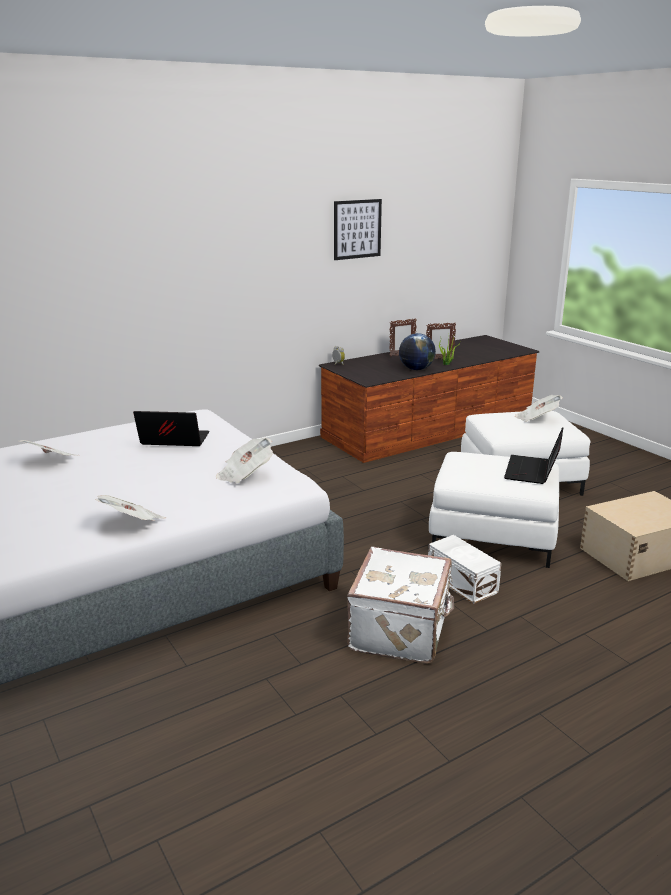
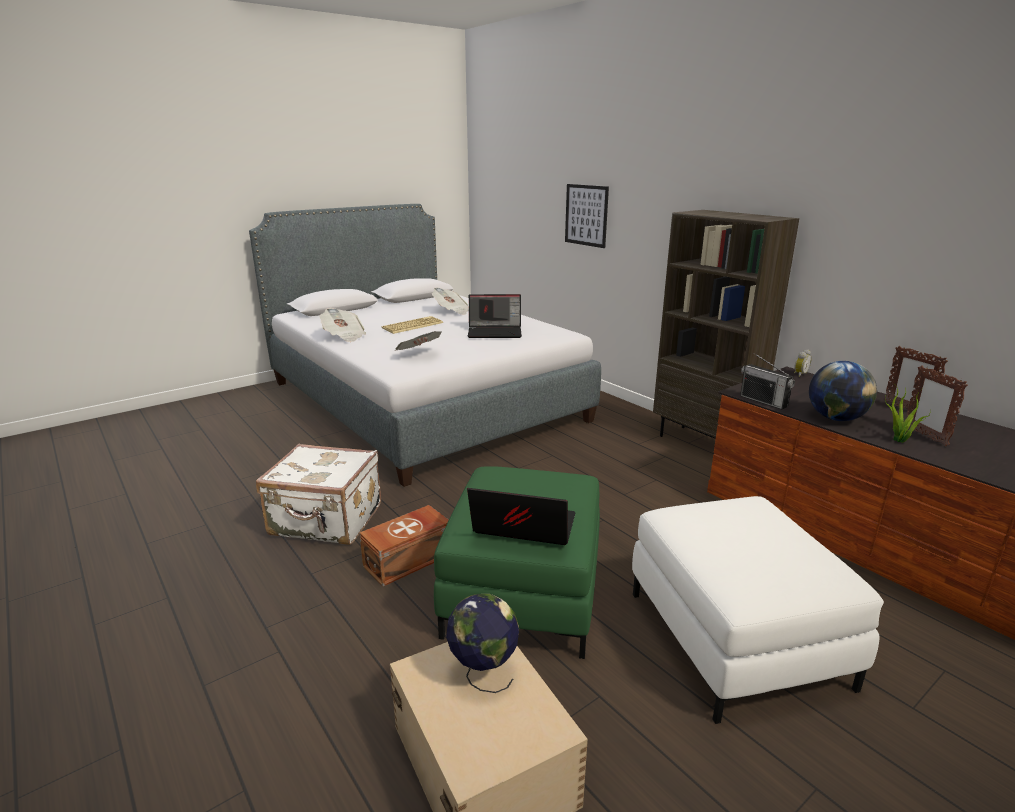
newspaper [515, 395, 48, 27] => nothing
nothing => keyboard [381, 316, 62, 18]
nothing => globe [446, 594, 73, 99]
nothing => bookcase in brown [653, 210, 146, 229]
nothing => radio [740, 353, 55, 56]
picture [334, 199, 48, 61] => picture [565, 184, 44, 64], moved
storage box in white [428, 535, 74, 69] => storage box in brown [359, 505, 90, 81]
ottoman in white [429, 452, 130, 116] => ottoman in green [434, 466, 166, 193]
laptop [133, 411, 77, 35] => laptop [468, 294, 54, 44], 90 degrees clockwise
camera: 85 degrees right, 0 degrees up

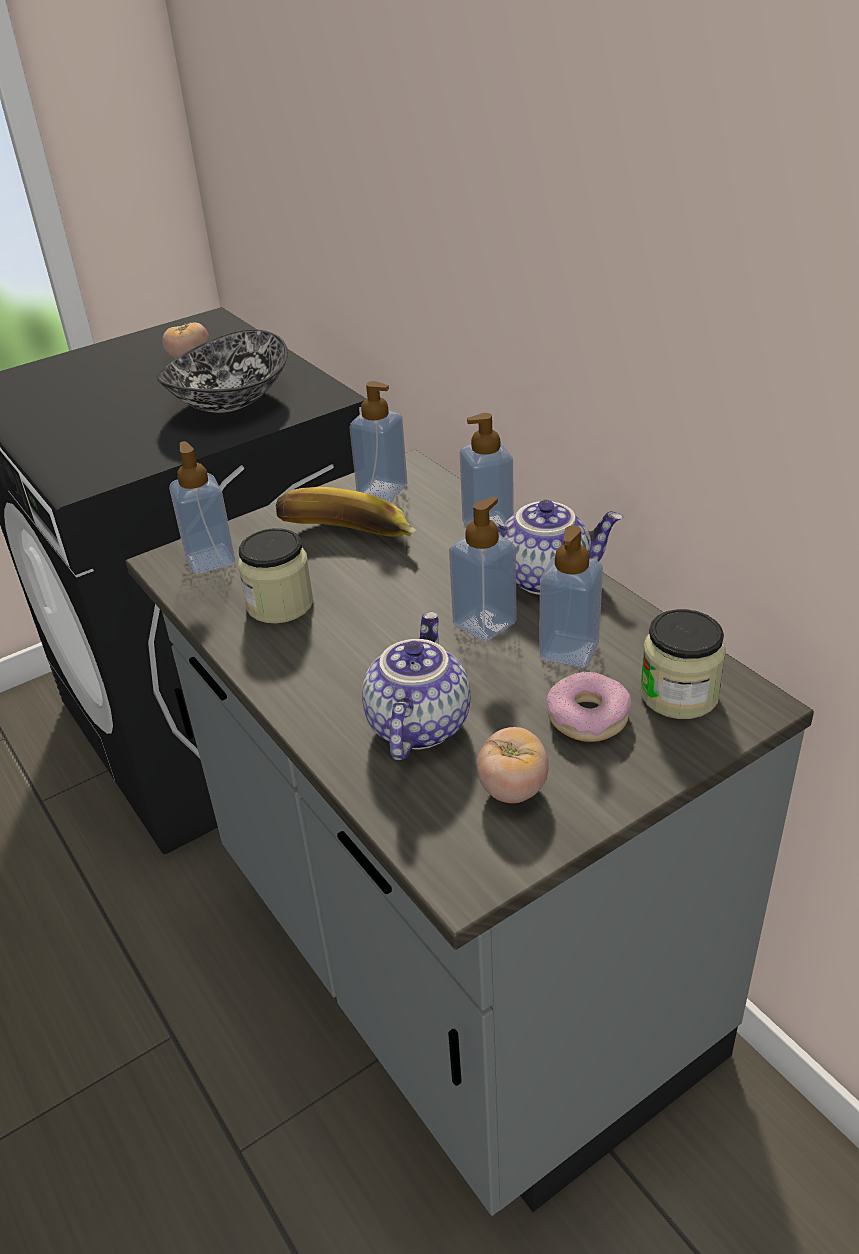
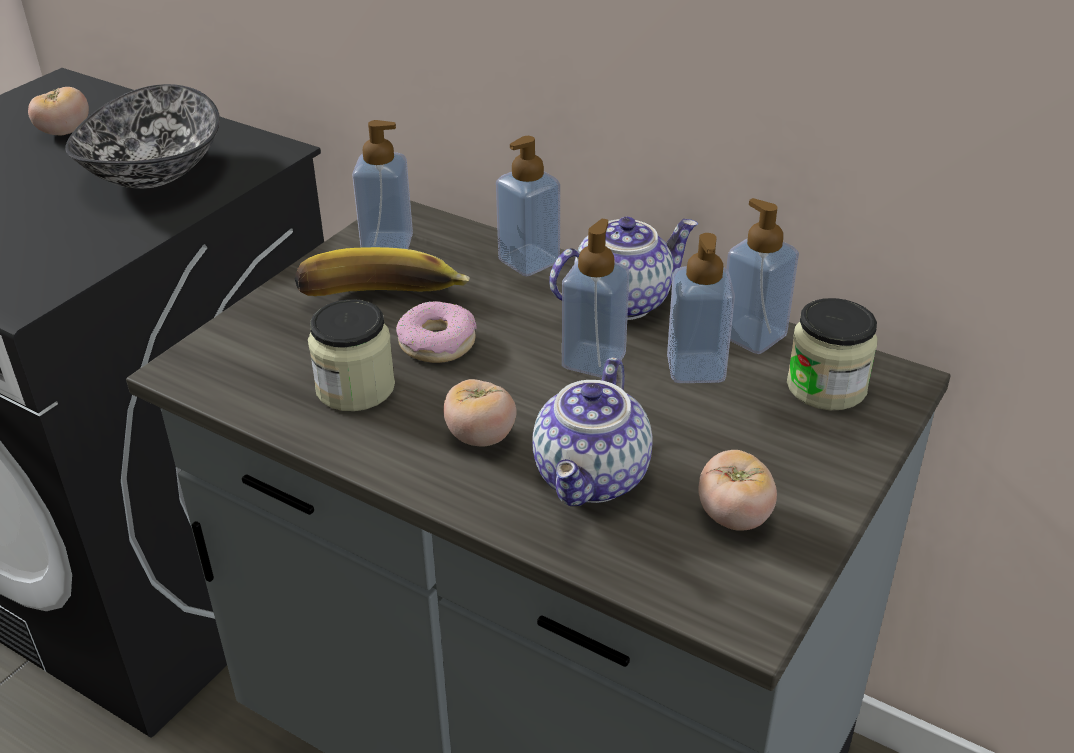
nothing => tomato [443, 379, 74, 67]
soap dispenser [169, 441, 67, 133] => soap dispenser [726, 198, 73, 156], moved
donut [547, 672, 84, 70] => donut [396, 301, 80, 62], moved
teapot [362, 612, 108, 149] => teapot [533, 357, 120, 149], 150 degrees counterclockwise
camera: 25 degrees left, 0 degrees up

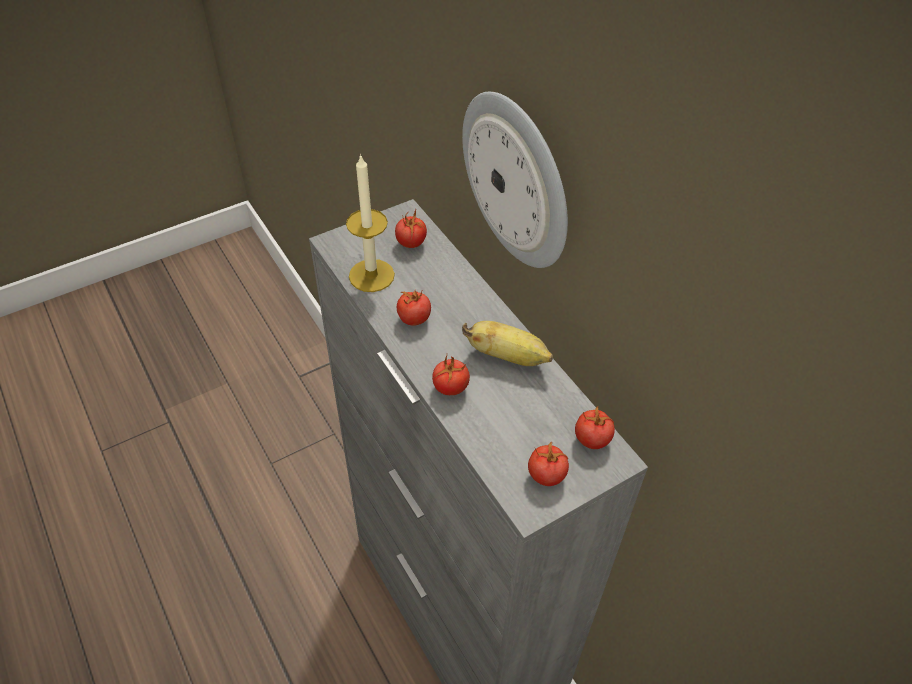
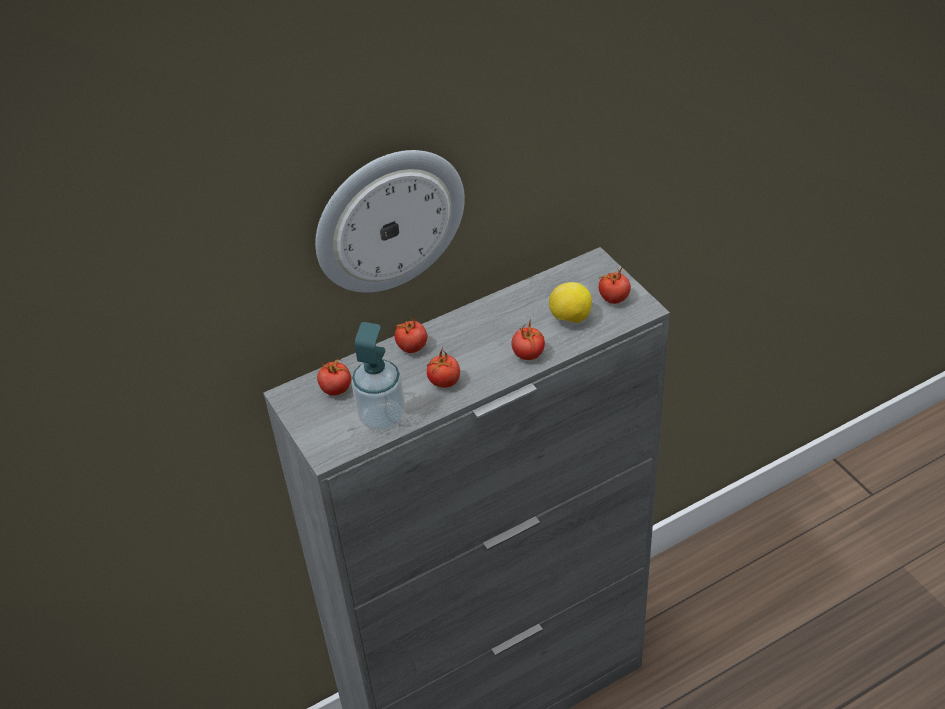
banana [462, 321, 91, 45] => nothing
nothing => lemon [549, 282, 43, 41]
tomato [575, 406, 40, 43] => tomato [394, 315, 33, 38], moved
candle [346, 154, 49, 138] => soap dispenser [352, 322, 53, 109]
camera: 85 degrees left, 5 degrees down

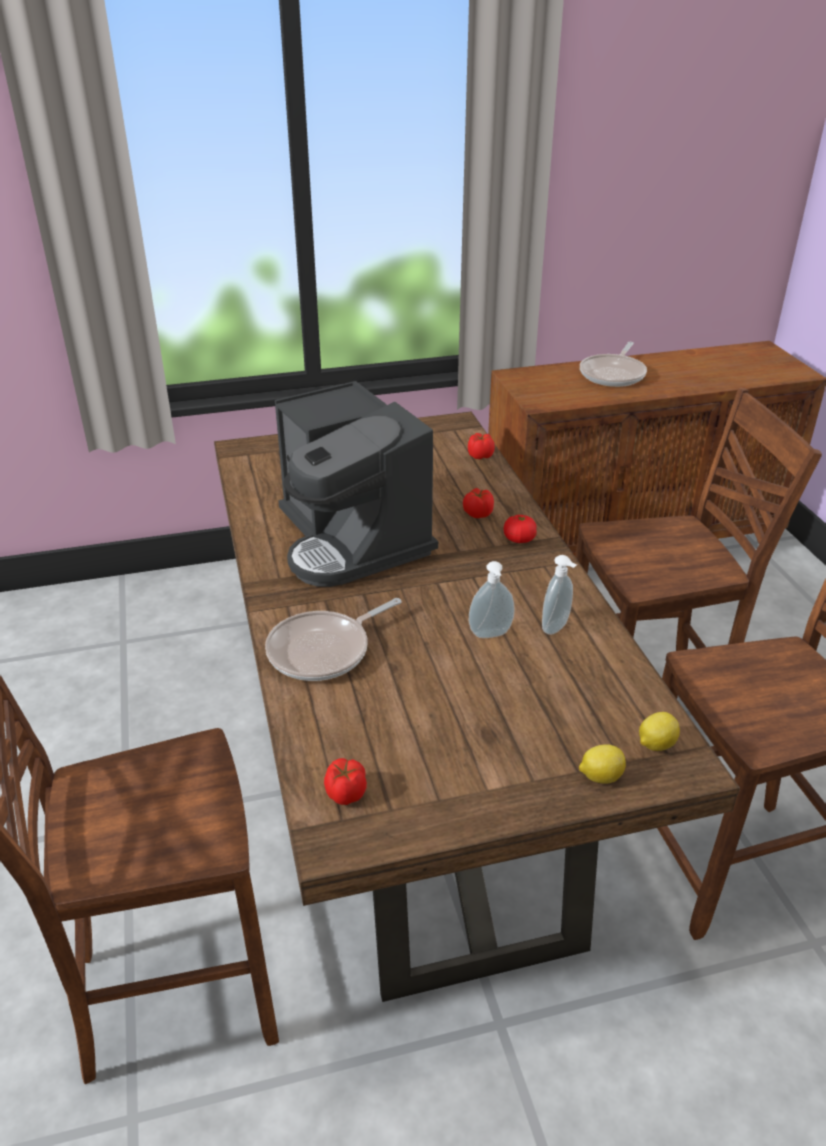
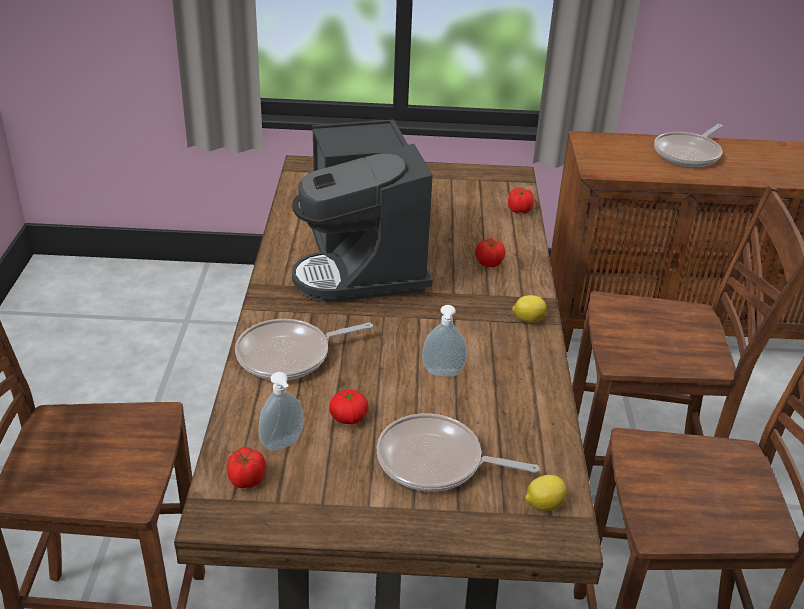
nothing => frying pan [377, 413, 163, 79]
tomato [503, 515, 34, 28] => tomato [329, 389, 39, 35], moved
soap dispenser [542, 555, 35, 80] => soap dispenser [258, 372, 45, 79], moved
lemon [579, 744, 47, 40] => lemon [512, 295, 35, 28], moved
camera: 15 degrees right, 0 degrees up

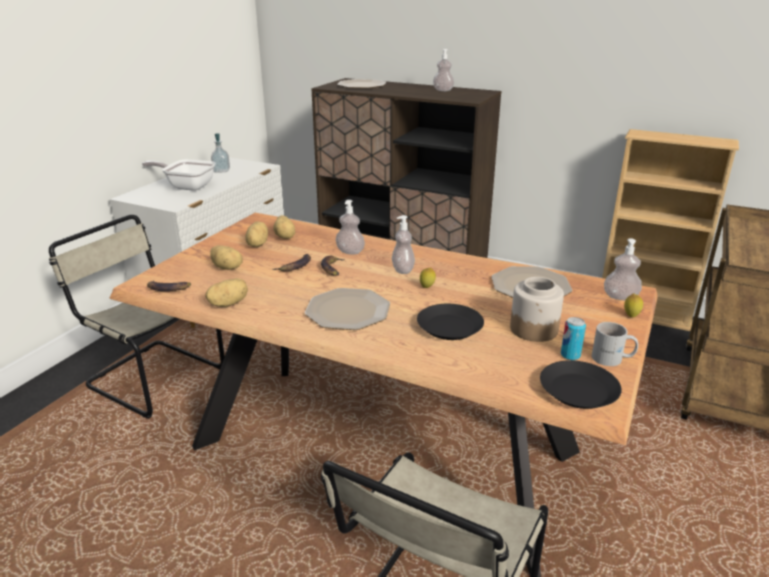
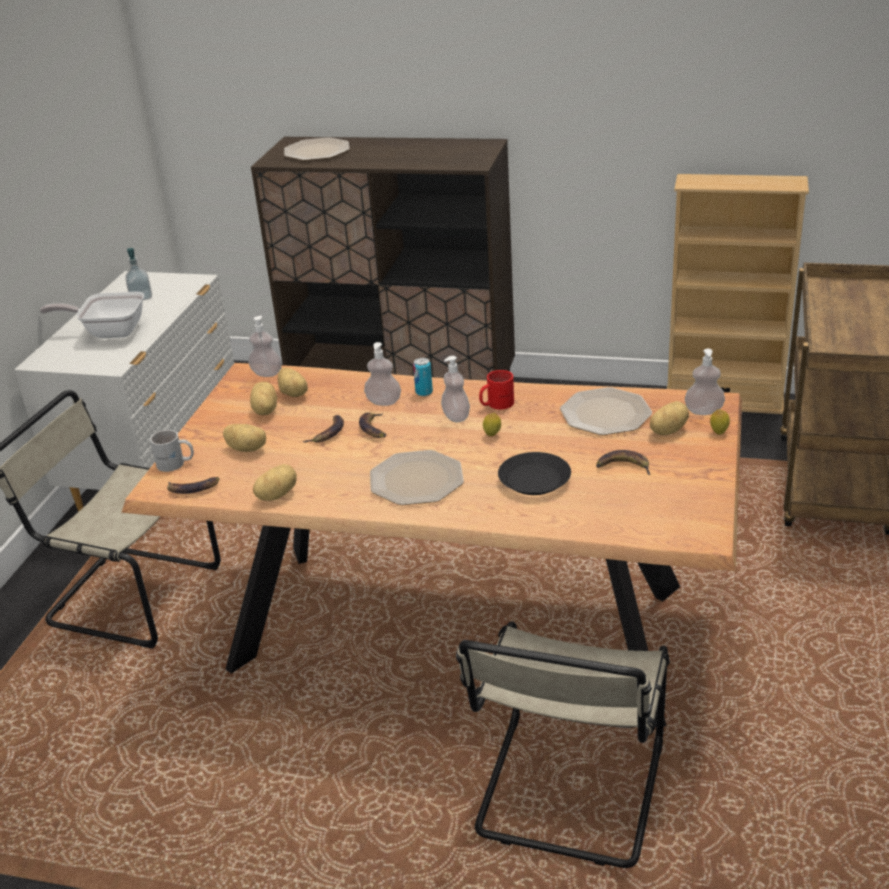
plate in black [540, 360, 82, 49] => nothing
nothing => mug in red [479, 370, 35, 40]
nothing => potato [650, 401, 39, 34]
soap dispenser [433, 49, 21, 42] => soap dispenser [248, 316, 34, 61], moved
can [561, 317, 25, 43] => can [413, 358, 20, 38], moved
mug in white [592, 322, 46, 44] => mug in white [150, 430, 44, 42], moved
jar [510, 277, 54, 65] => banana [596, 450, 54, 25]
camera: 10 degrees left, 5 degrees up

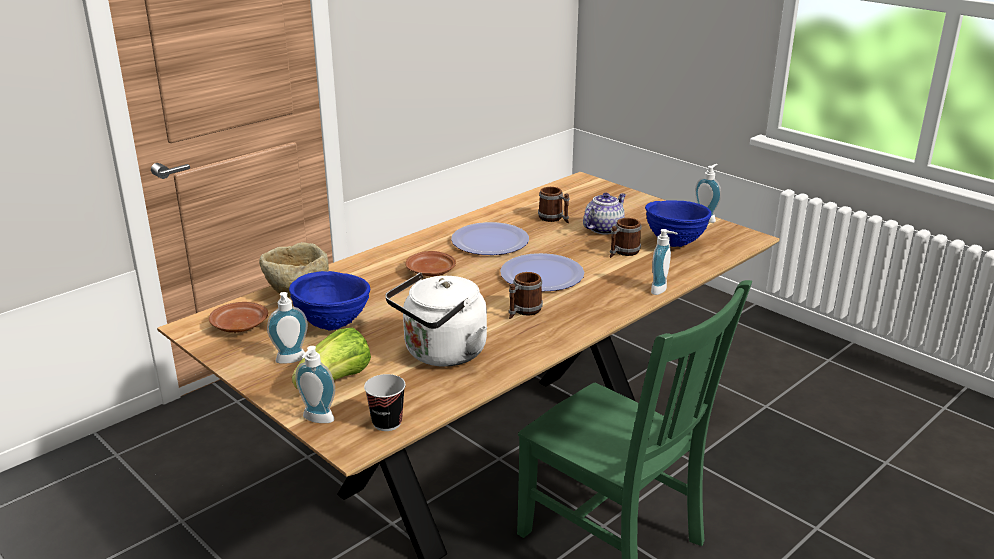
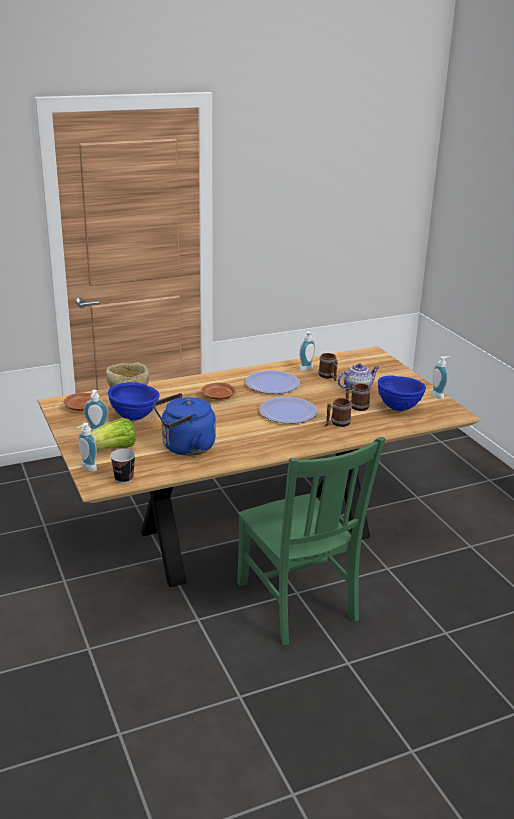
mug [509, 272, 34, 47] => mug [325, 398, 27, 29], moved
soap dispenser [651, 229, 27, 66] => soap dispenser [299, 332, 16, 39], moved
kettle in white [385, 273, 102, 94] => kettle in blue [153, 393, 63, 63]
camera: 20 degrees right, 0 degrees up

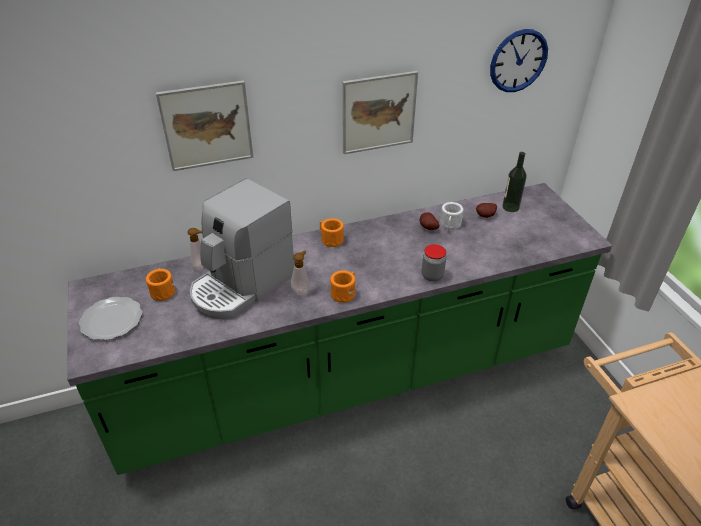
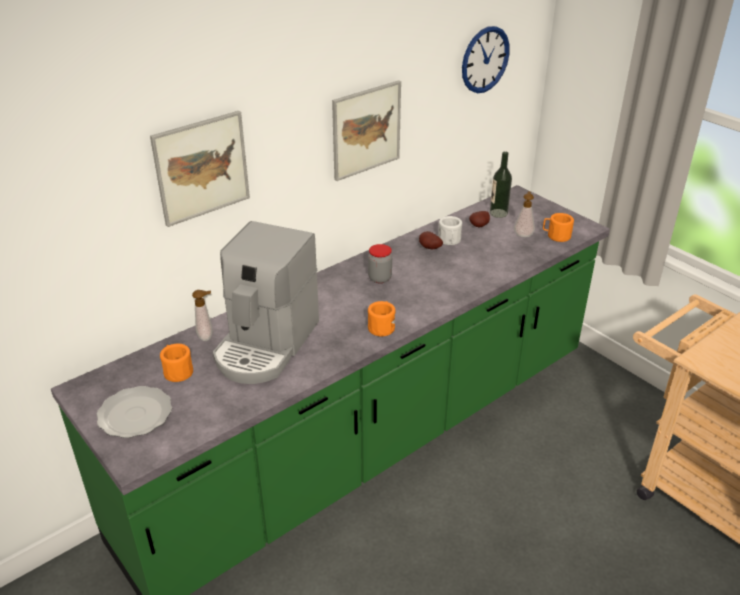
soap dispenser [291, 250, 20, 46] => soap dispenser [514, 191, 21, 46], moved
mug in orange [320, 218, 24, 29] => mug in orange [543, 213, 31, 29], moved
jar [422, 245, 24, 36] => jar [368, 244, 24, 39], moved
camera: 20 degrees left, 5 degrees down

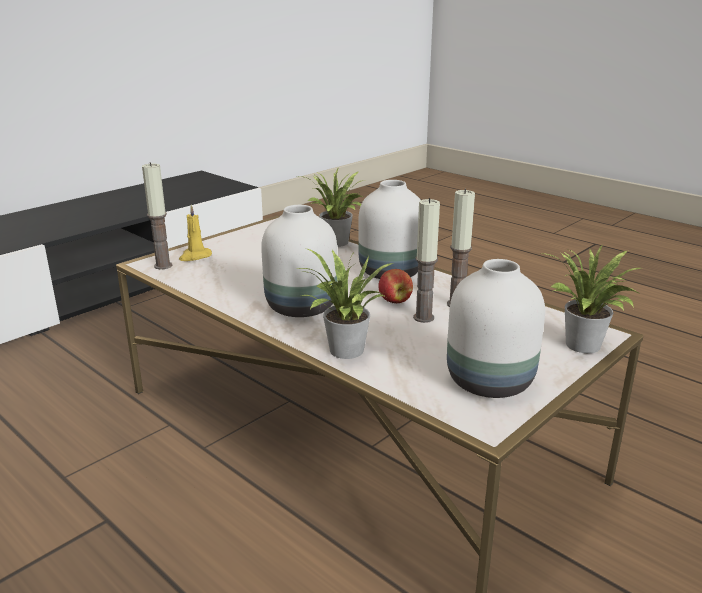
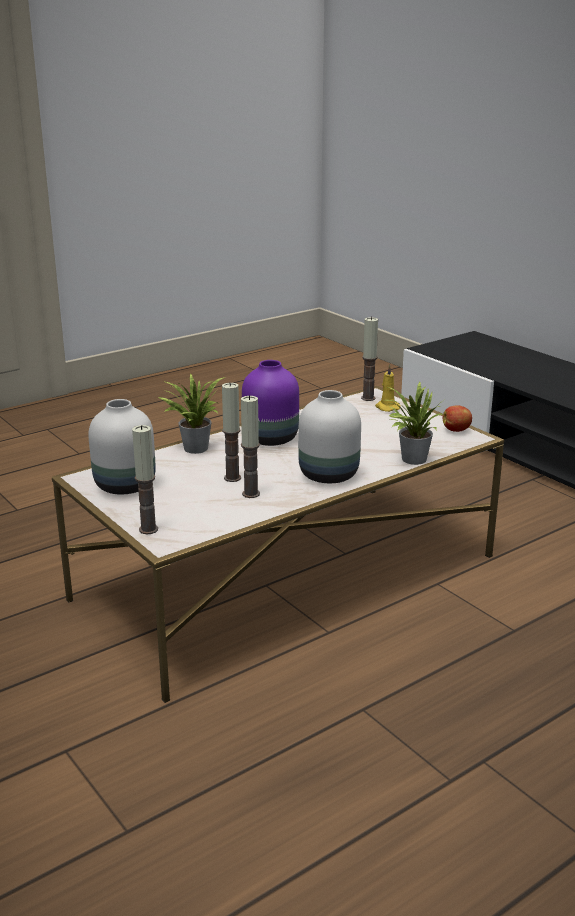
apple [378, 269, 35, 34] => apple [443, 405, 29, 27], moved
potted plant [541, 246, 100, 107] => candle [132, 425, 26, 109]
vase in white [261, 205, 76, 112] => vase in purple [242, 360, 57, 86]
camera: 100 degrees right, 0 degrees up

